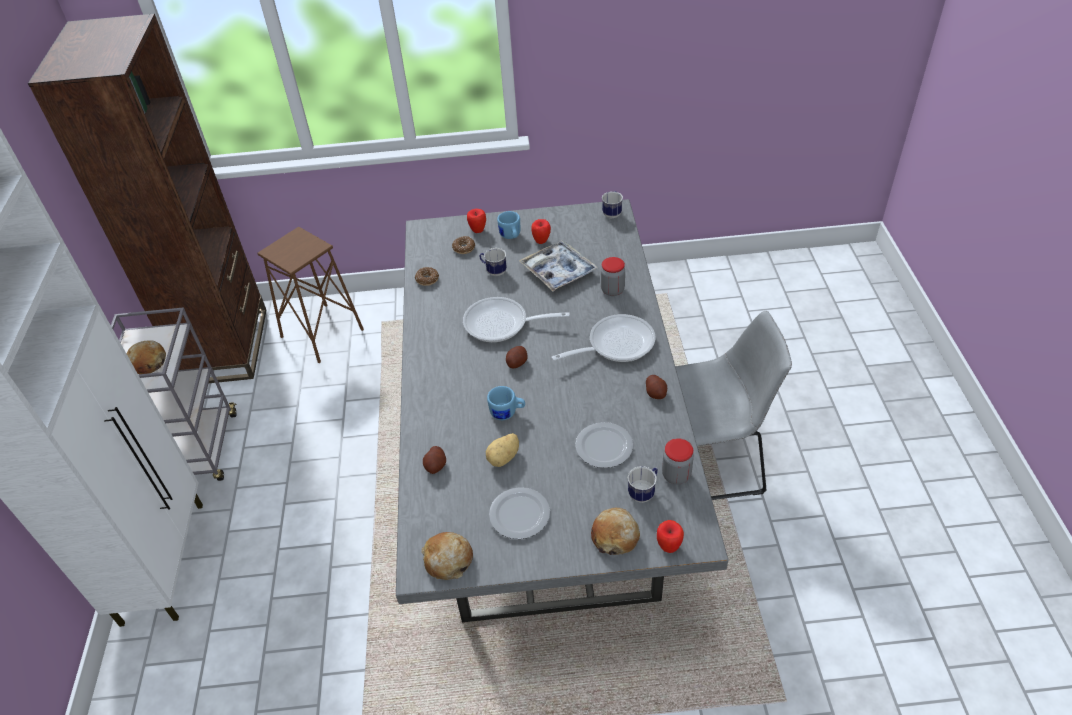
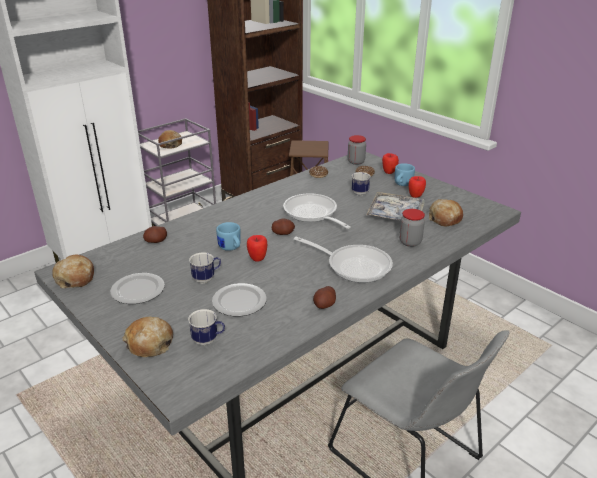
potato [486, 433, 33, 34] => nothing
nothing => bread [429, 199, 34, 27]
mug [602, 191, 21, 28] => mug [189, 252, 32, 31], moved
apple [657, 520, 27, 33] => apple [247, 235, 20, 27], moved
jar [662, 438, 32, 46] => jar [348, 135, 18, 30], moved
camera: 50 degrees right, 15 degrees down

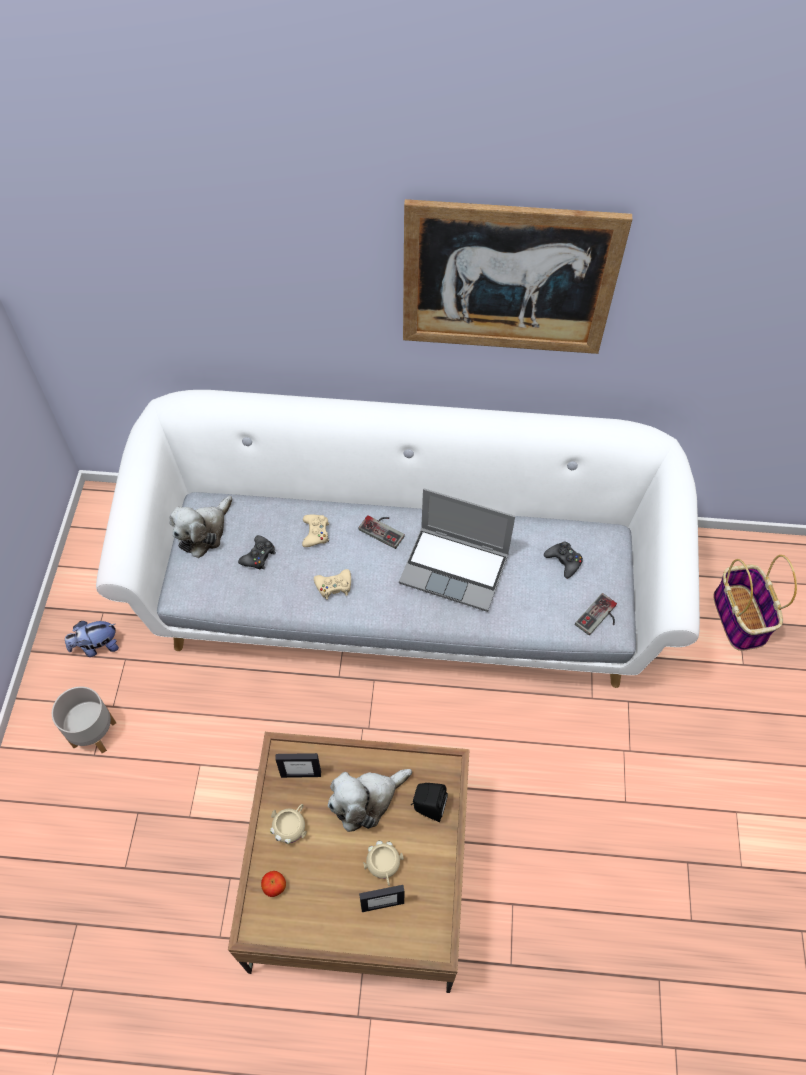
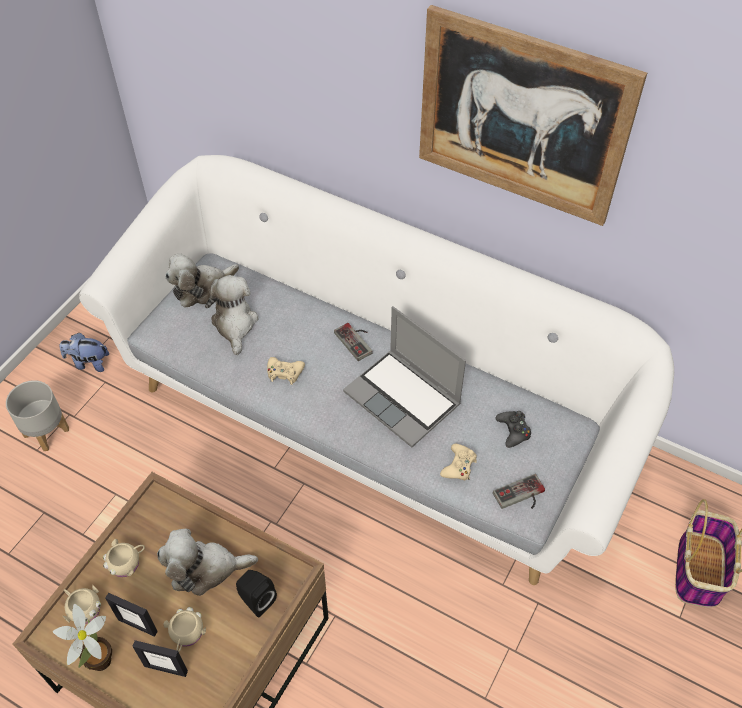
nothing => potted plant [53, 603, 59, 68]
picture frame [275, 753, 46, 25] => picture frame [105, 593, 53, 44], moved
game controller in beige [302, 515, 27, 32] => game controller in beige [440, 444, 37, 36], moved
game controller in black [238, 535, 38, 34] => plush toy [205, 275, 54, 80]
apple [261, 871, 25, 26] => mug in beige [63, 585, 38, 39]
camera: 25 degrees right, 5 degrees down

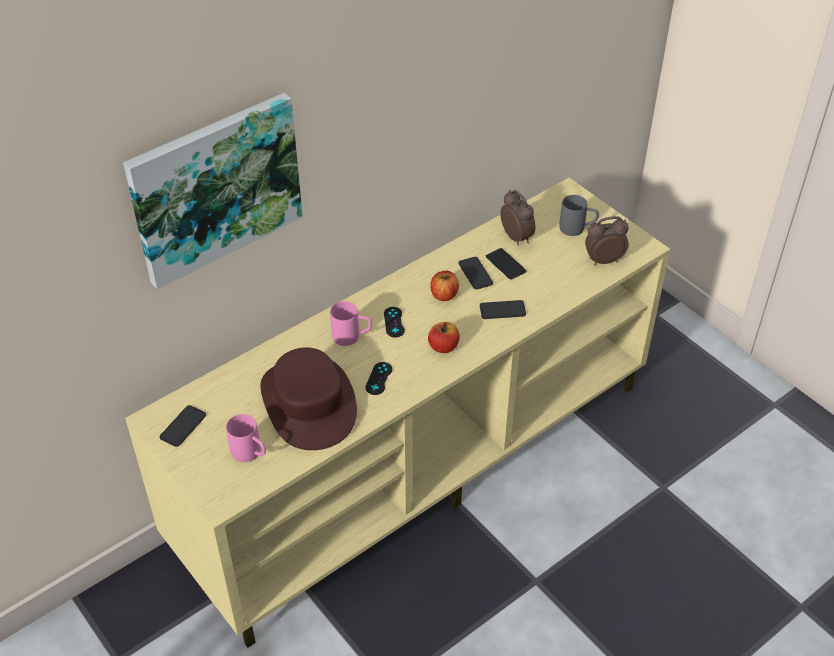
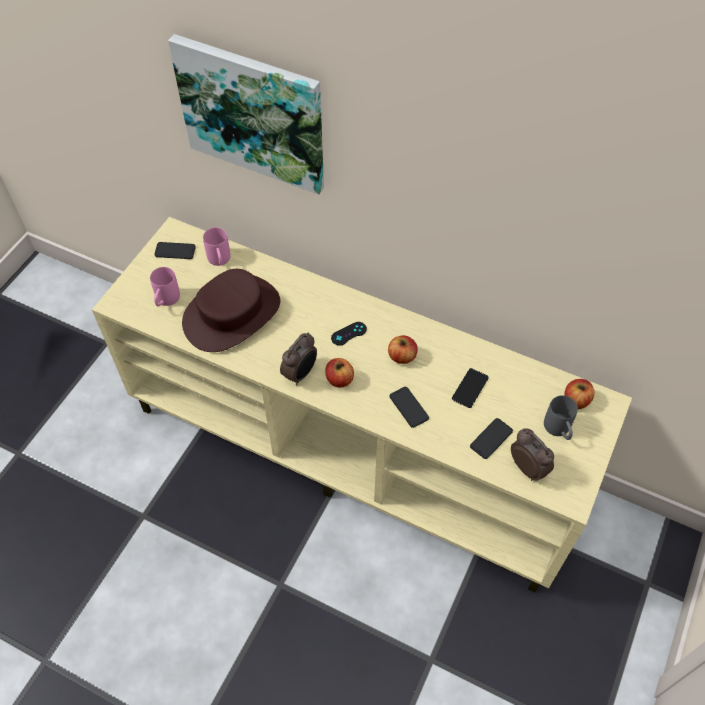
game controller in black [365, 362, 27, 33] => nothing
nothing => apple [565, 379, 30, 30]
mug in pink [330, 301, 42, 45] => mug in pink [203, 228, 27, 38], moved
phone [459, 257, 34, 33] => phone [470, 418, 43, 41], moved
alarm clock [500, 190, 35, 55] => alarm clock [280, 332, 37, 54], moved
camera: 65 degrees right, 10 degrees up

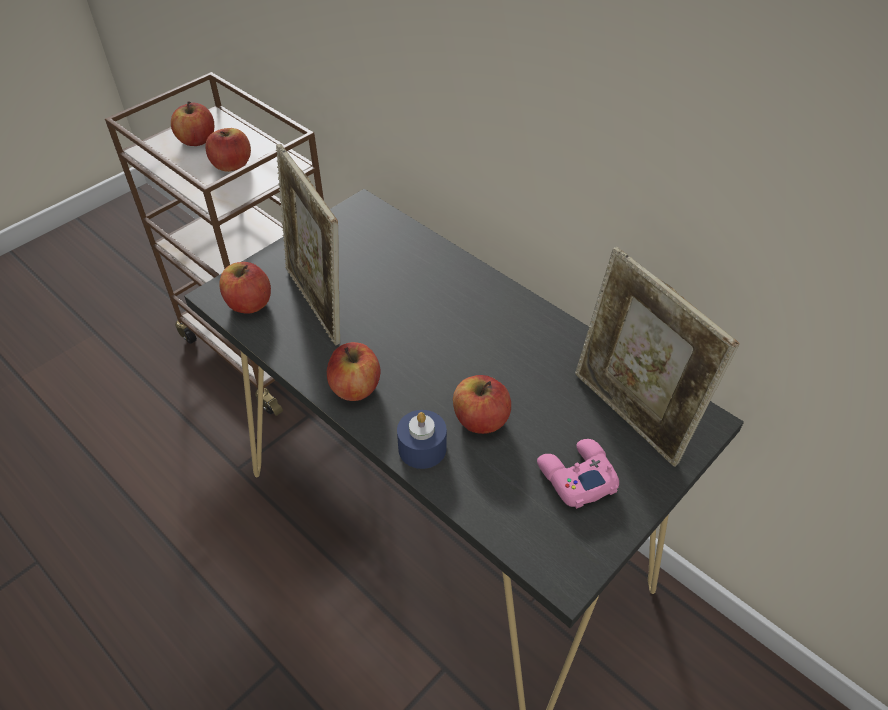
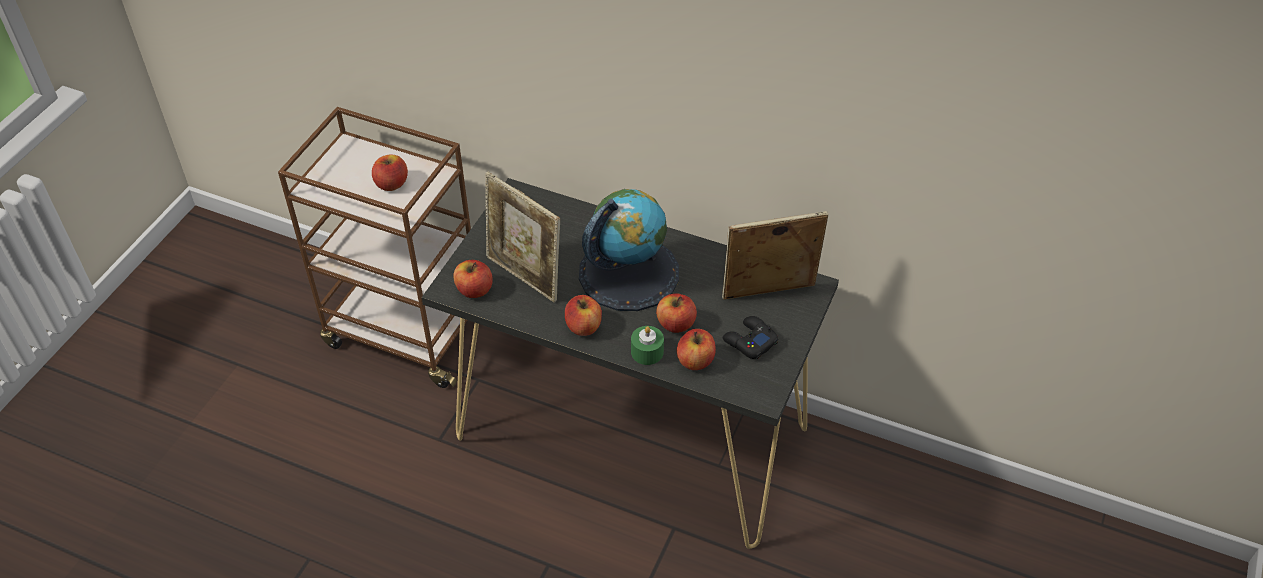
nothing => globe [579, 189, 100, 122]
apple [171, 102, 43, 44] => apple [677, 329, 39, 41], moved
candle in blue [397, 410, 50, 59] => candle in green [631, 326, 33, 39]
game controller in pink [537, 439, 82, 70] => game controller in black [723, 316, 55, 43]
picture frame [575, 247, 165, 220] => picture frame [722, 211, 106, 89], 135 degrees clockwise
camera: 20 degrees left, 0 degrees up

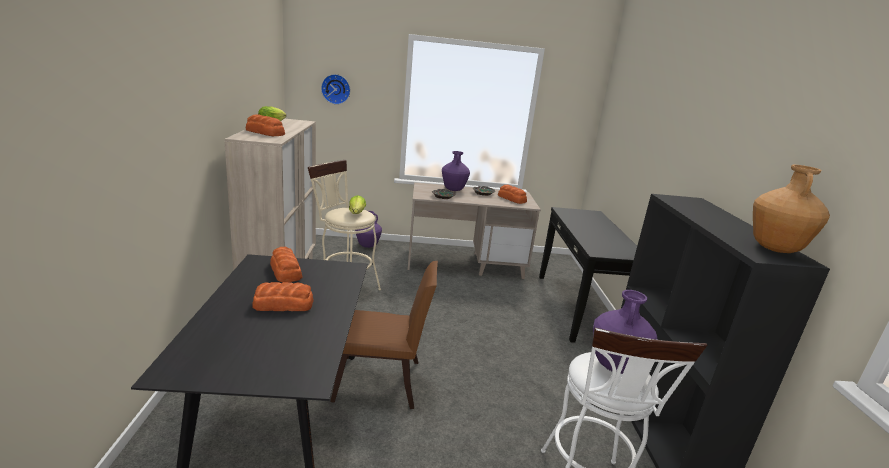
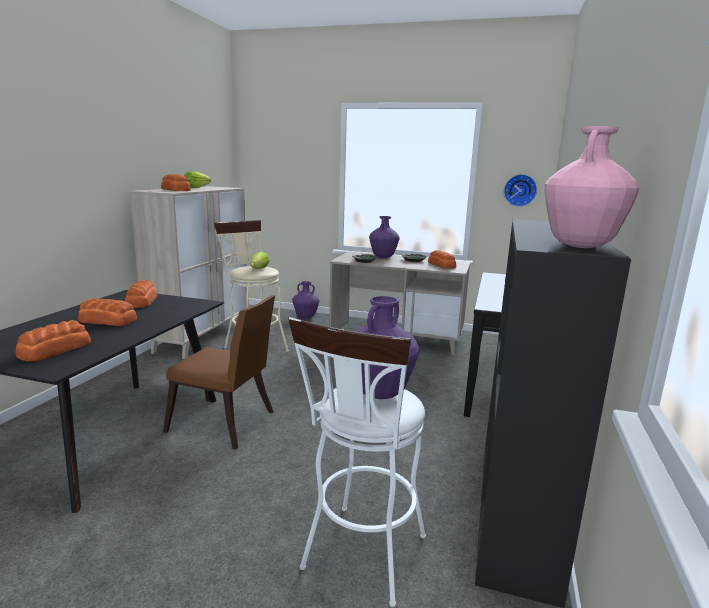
nothing => bread [15, 320, 76, 41]
wall clock [321, 74, 29, 31] => wall clock [504, 174, 33, 33], moved
vase in brown [753, 165, 77, 88] => vase in pink [544, 126, 95, 122]
camera: 20 degrees right, 5 degrees down

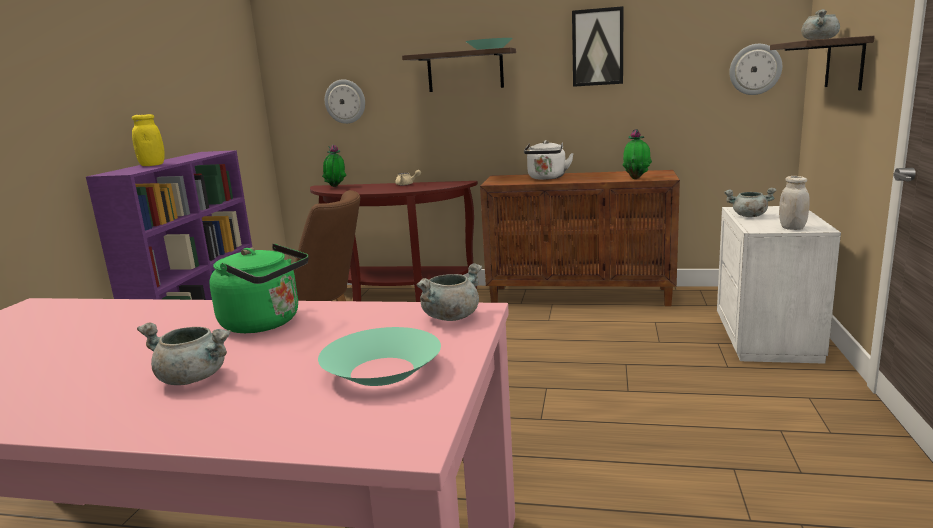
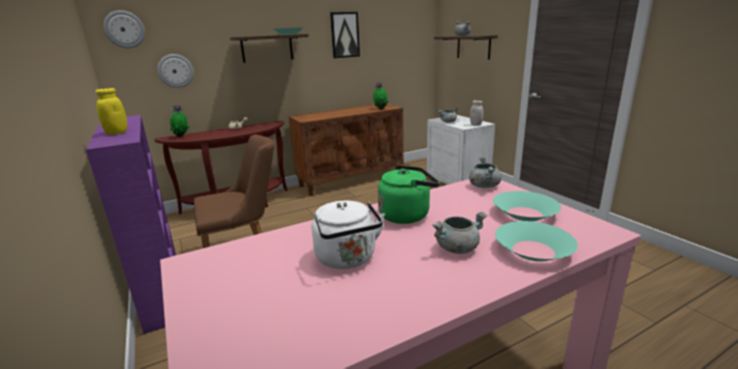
nothing => bowl in turquoise [495, 221, 83, 41]
kettle in white [524, 140, 50, 40] => kettle in white [312, 201, 73, 68], moved
wall clock [729, 44, 53, 51] => wall clock [103, 10, 42, 38], moved
camera: 40 degrees left, 5 degrees up

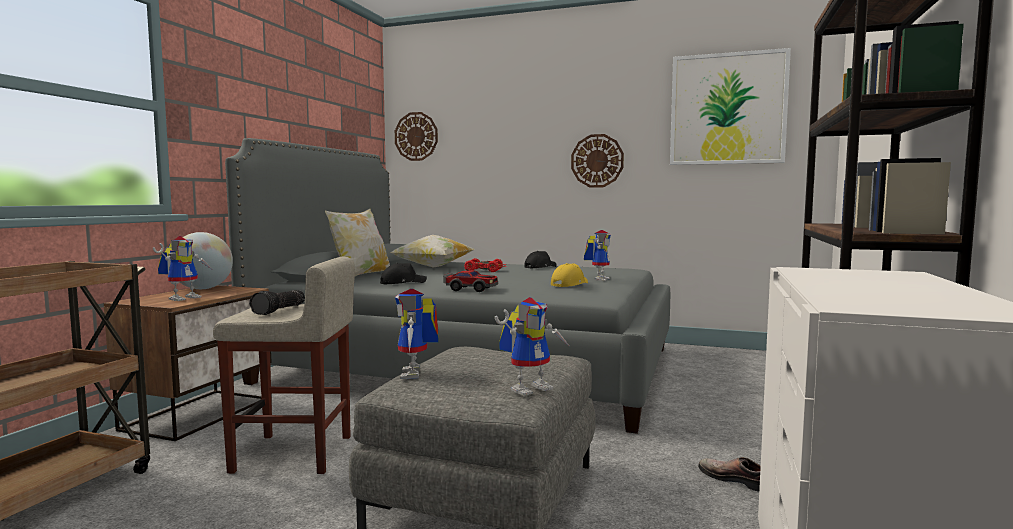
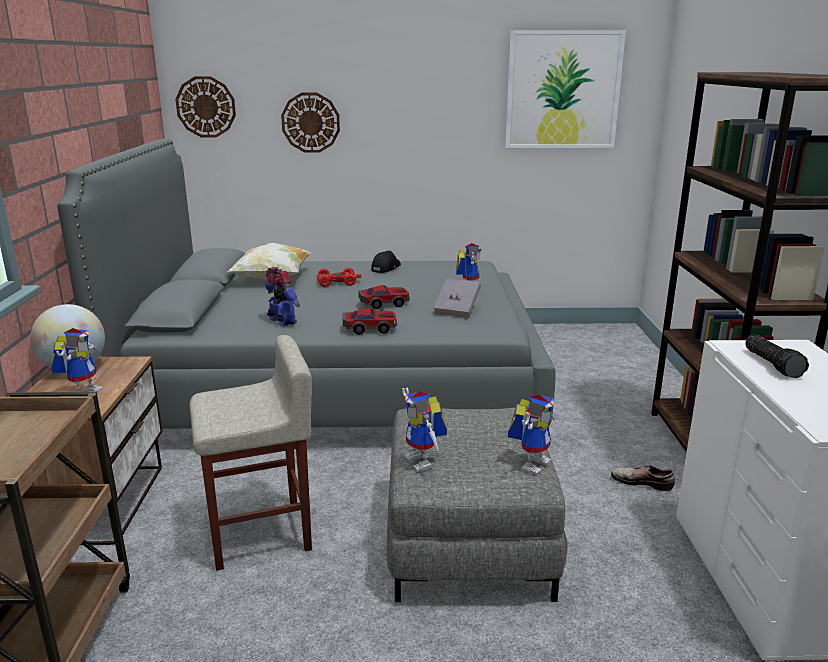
pillow [325, 209, 65, 67] => nothing
nothing => toy car [358, 285, 52, 24]
flashlight [249, 290, 56, 25] => flashlight [745, 335, 64, 43], moved
wall clock [571, 134, 53, 54] => wall clock [281, 93, 59, 60], moved
cap in black [380, 263, 47, 21] => toy robot [265, 267, 35, 59]
cap in yellow [551, 263, 37, 24] => book in grey [434, 278, 47, 39]
camera: 20 degrees left, 15 degrees up

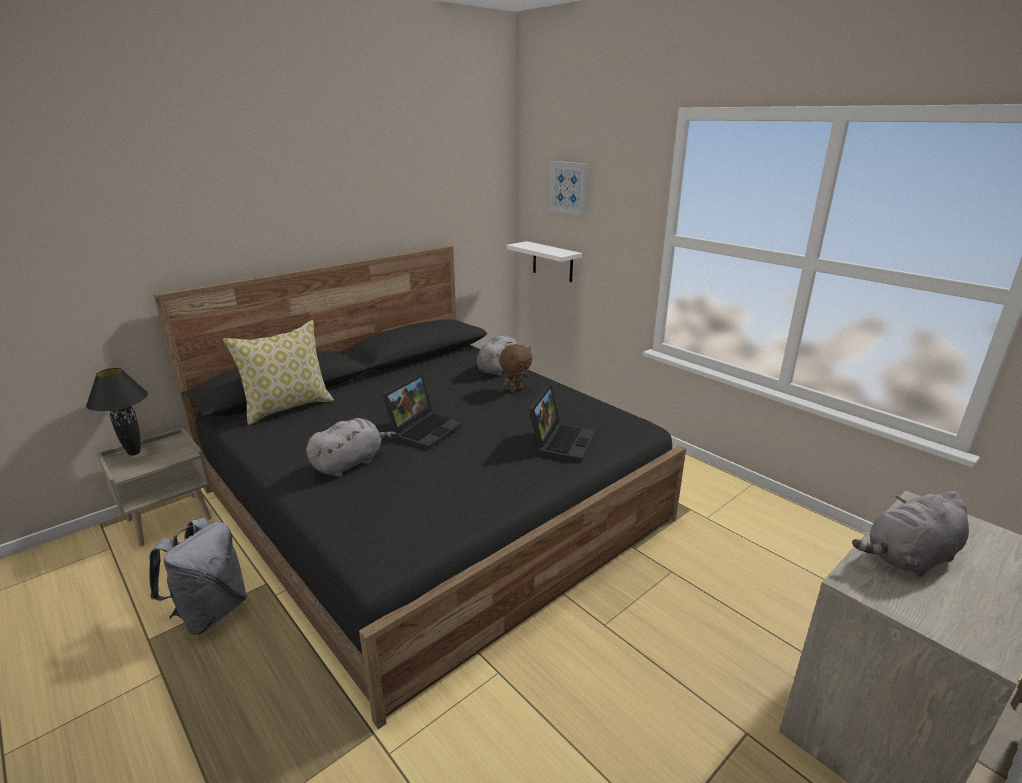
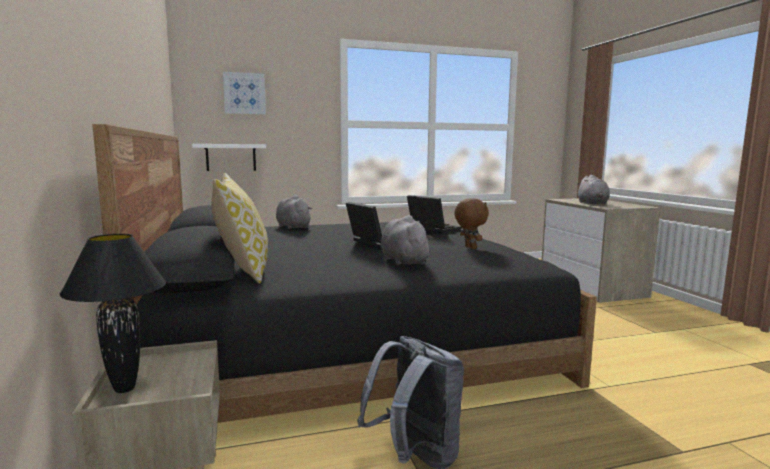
plush toy in brown [499, 344, 33, 49] => plush toy in brown [454, 198, 35, 51], moved
camera: 65 degrees left, 15 degrees down

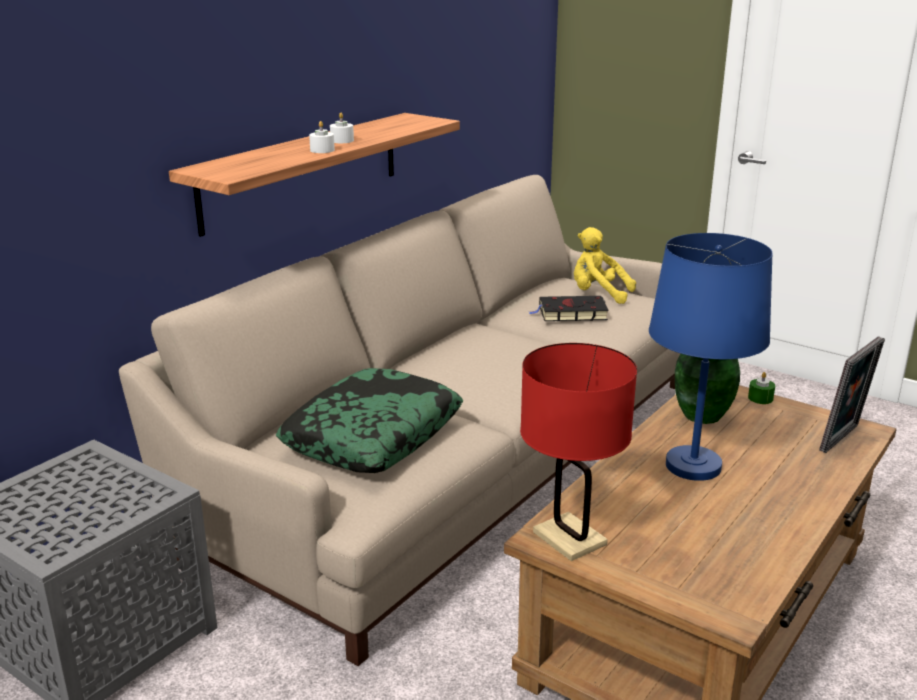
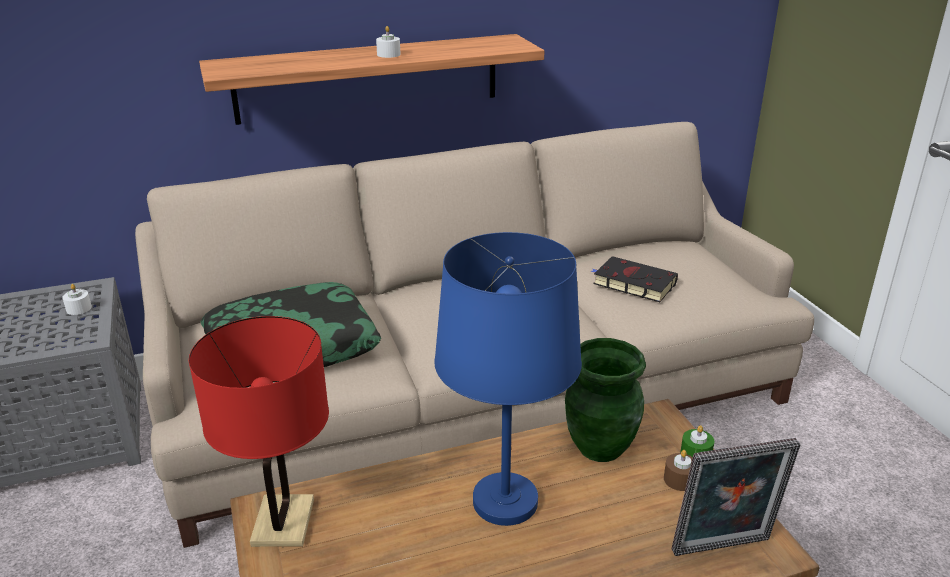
plush toy in yellow [574, 227, 62, 77] => nothing
nothing => candle in brown [664, 450, 29, 41]
candle in white [309, 121, 26, 32] => candle in white [62, 284, 30, 31], moved
camera: 35 degrees right, 5 degrees up

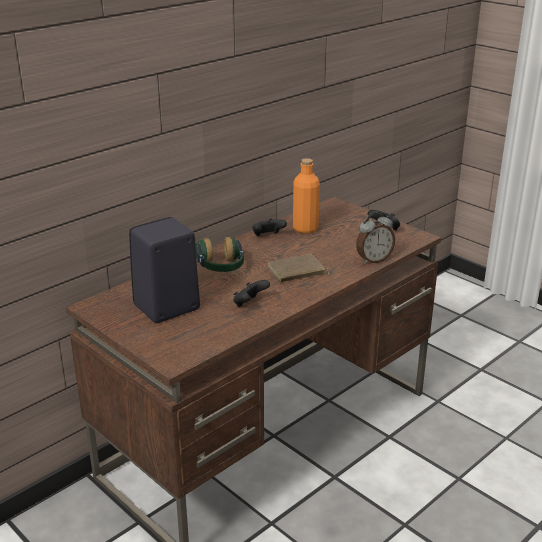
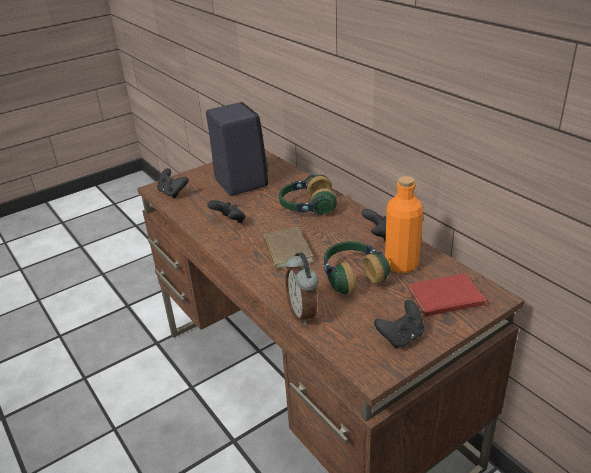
nothing => game controller in black [157, 168, 32, 30]
nothing => headphones [324, 241, 66, 53]
nothing => book in red [409, 273, 83, 43]
camera: 100 degrees right, 5 degrees up

